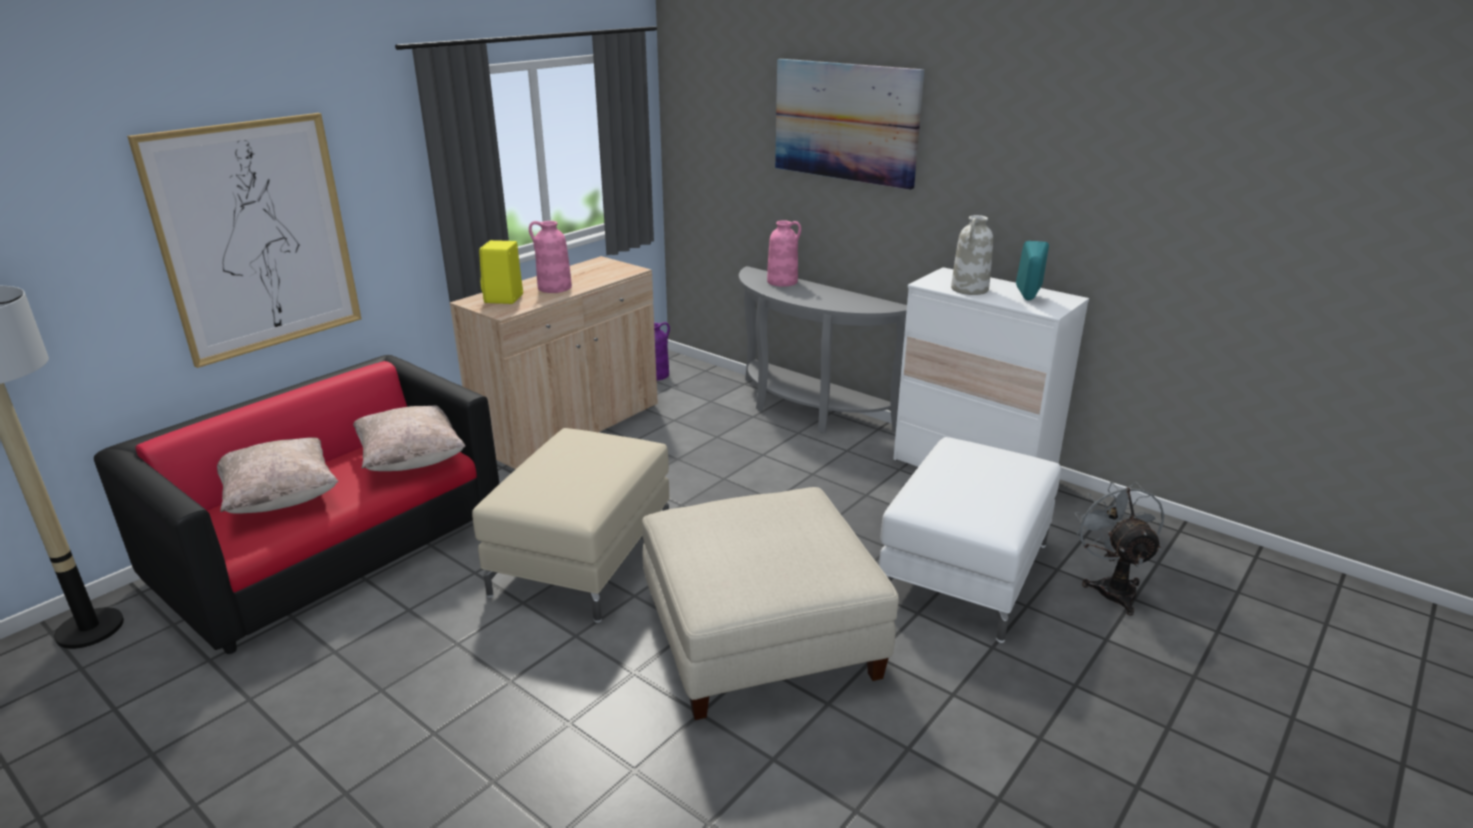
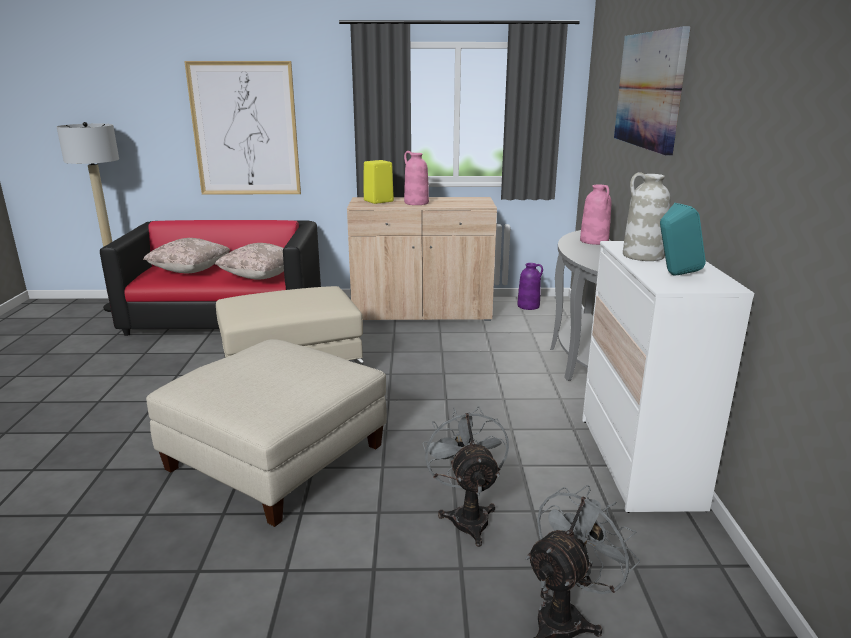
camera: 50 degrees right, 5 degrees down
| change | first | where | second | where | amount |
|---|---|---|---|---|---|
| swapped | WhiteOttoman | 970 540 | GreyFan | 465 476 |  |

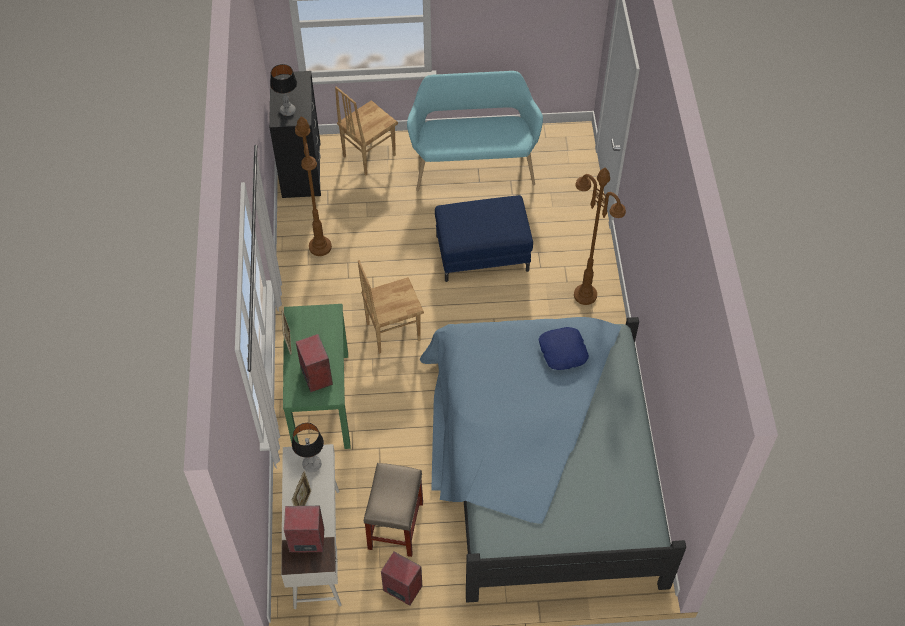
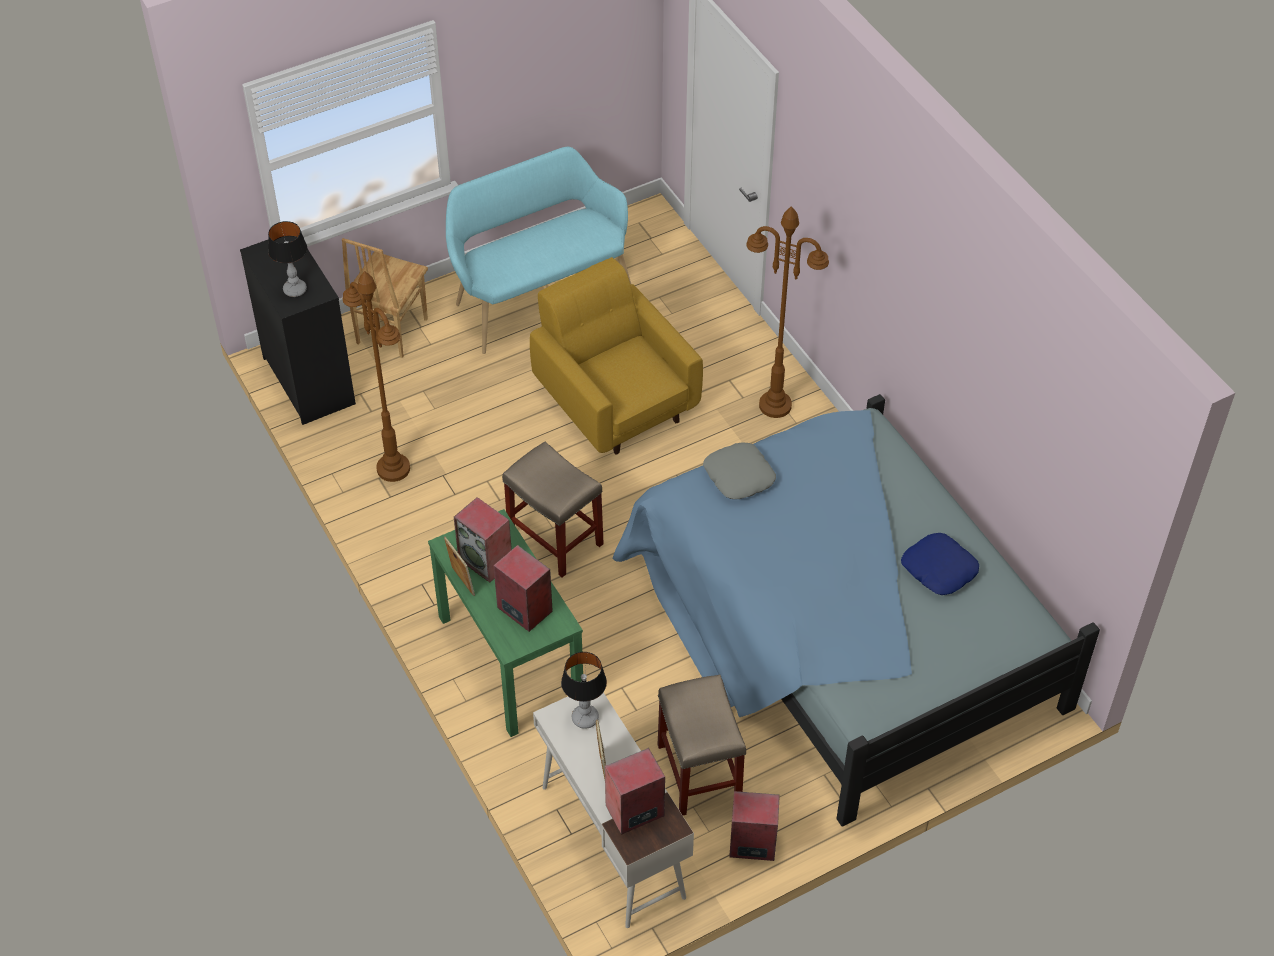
camera: 25 degrees left, 5 degrees down
| change | first | where | second | where | amount |
|---|---|---|---|---|---|
| swapped | BrownChair | 391 307 | BeigeStool | 553 509 |  |
| swapped | BlueOttoman | 484 238 | YellowArmchair | 616 355 |  |
| shifted | BluePillow | 563 348 |  | 940 564 |  |
| new |  |  | Speaker | 483 539 |  |
| new |  |  | GreyPillow | 739 470 |  |

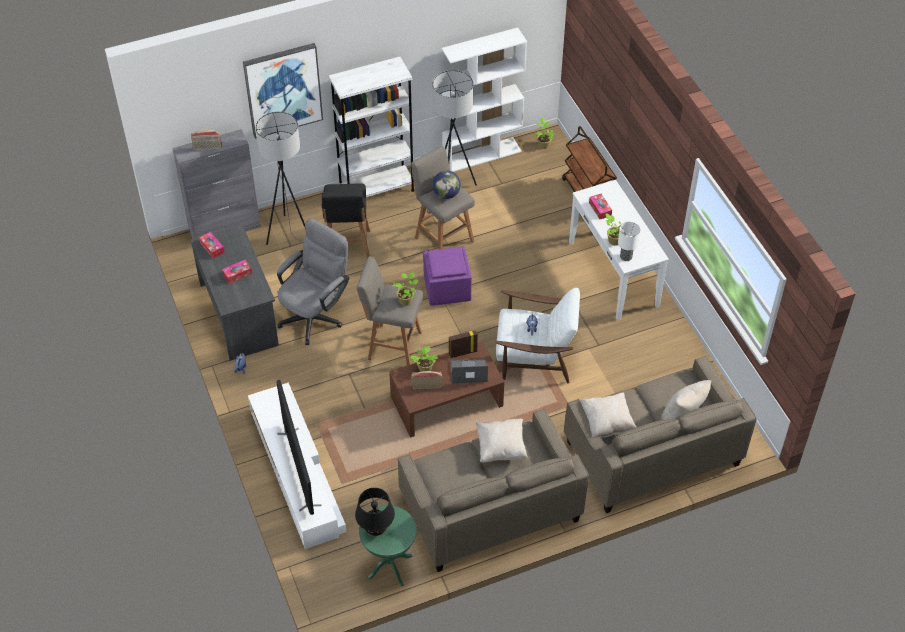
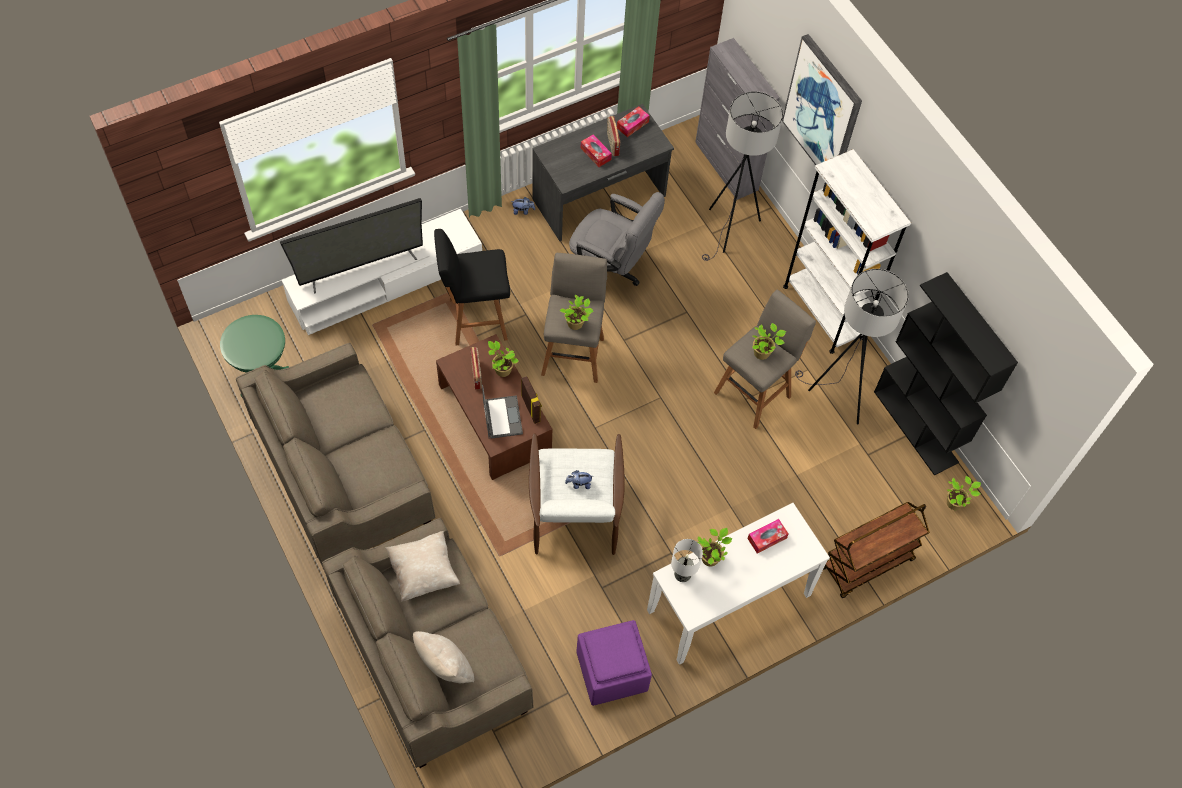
camera: 80 degrees right, 10 degrees up
| change | first | where | second | where | amount |
|---|---|---|---|---|---|
| shifted | Radio | 206 140 |  | 613 136 |  |
| shifted | BlackStool | 346 220 |  | 472 287 |  |
| gone | BlackTableLamp | 375 512 |  |  |  |
| shifted | PurpleOttoman | 447 276 |  | 614 663 |  |
| swapped | Globe | 446 184 | PottedPlant | 769 341 |  |
| repainted | WhiteBookcase | 484 99 | BlackBookcase | 946 374 |  |
| gone | BeigePillow | 502 441 |  |  |  |

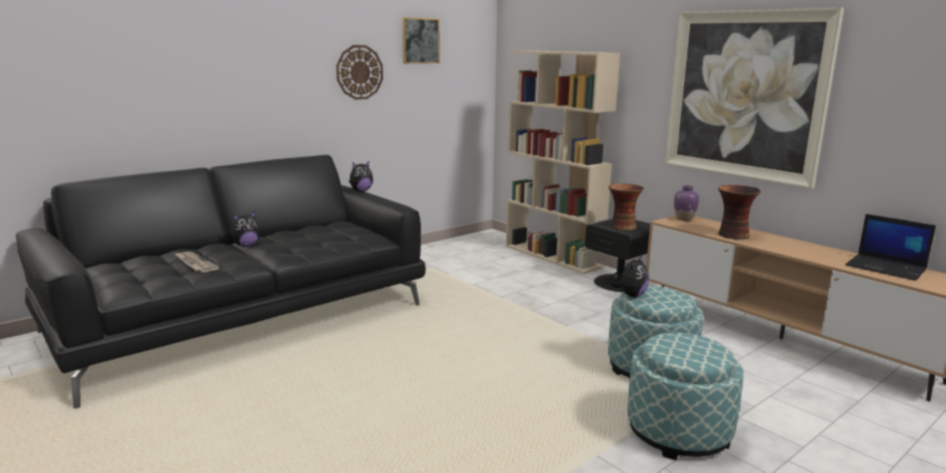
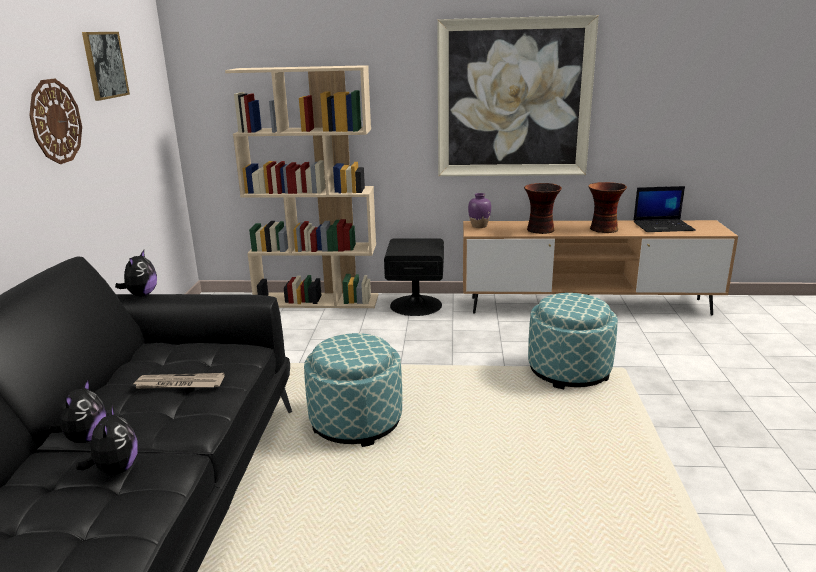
camera: 45 degrees left, 5 degrees up
| change | first | where | second | where | amount |
|---|---|---|---|---|---|
| shifted | Newspaper | 197 261 |  | 179 381 |  |
| shifted | Vase | 626 207 |  | 607 207 |  |
| shifted | PlushToy | 629 276 |  | 107 440 |  |
| shifted | Ottoman | 685 396 |  | 353 390 |  |

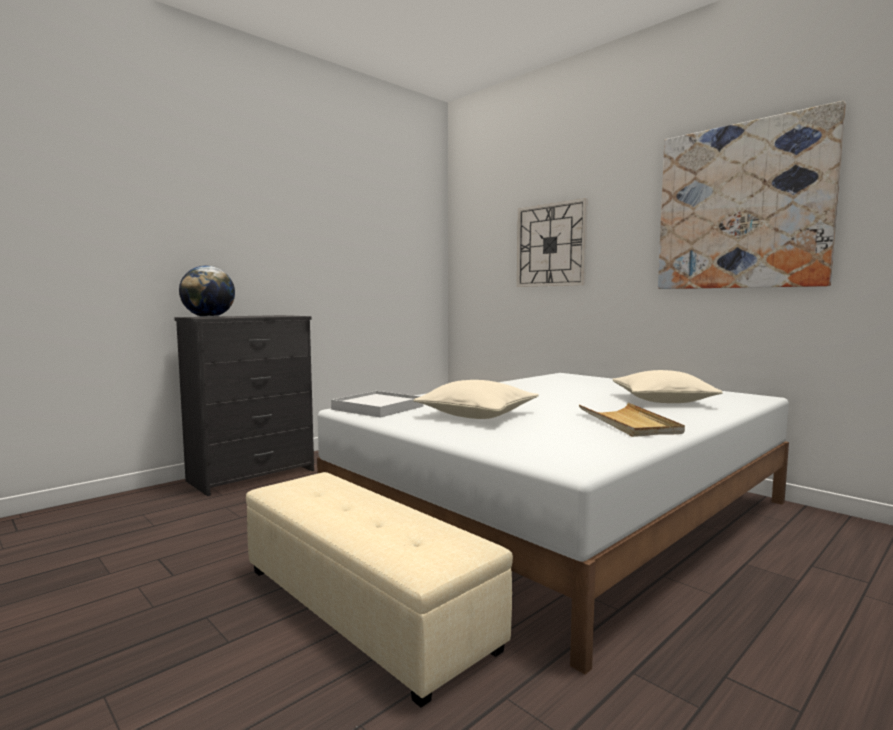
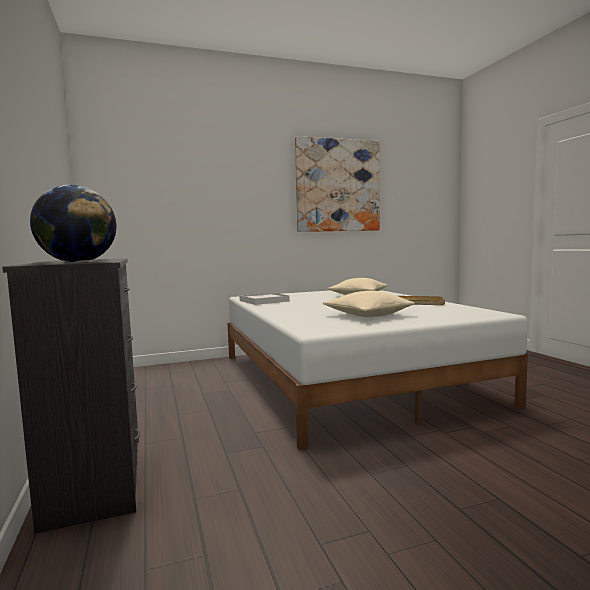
camera: 65 degrees left, 0 degrees up
| change | first | where | second | where | amount |
|---|---|---|---|---|---|
| gone | BeigeOttoman | 379 590 |  |  |  |
| shifted | WhiteTray | 377 404 |  | 264 298 |  |
| gone | WallClock | 552 242 |  |  |  |

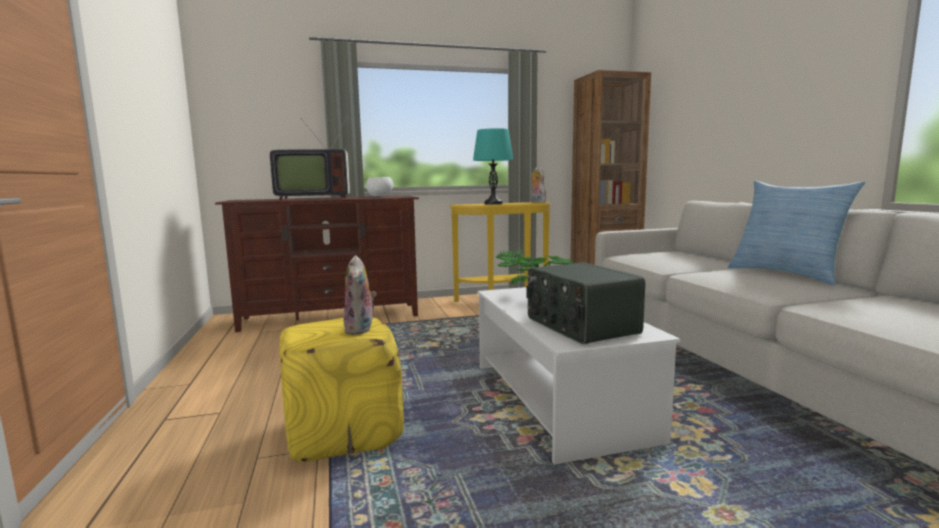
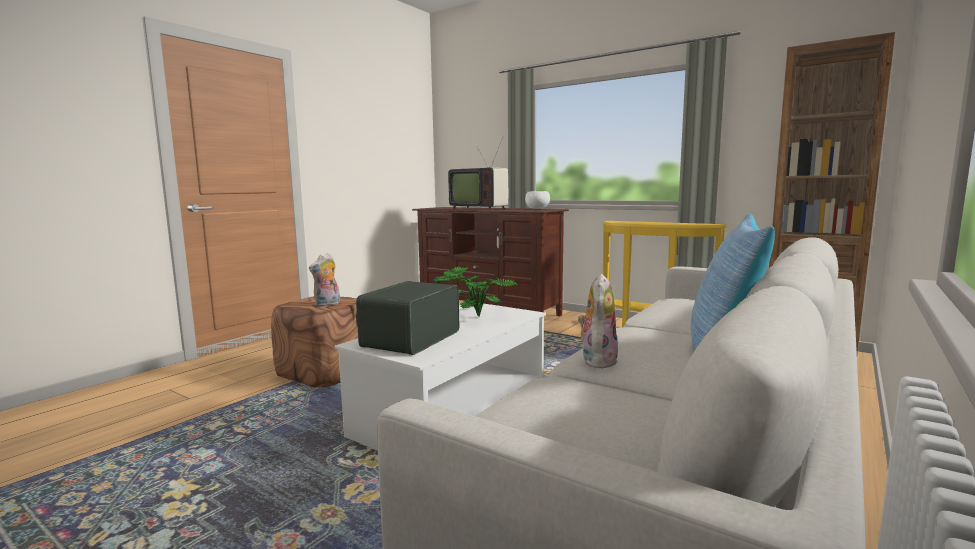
camera: 50 degrees right, 0 degrees up
| change | first | where | second | where | amount |
|---|---|---|---|---|---|
| repainted | YellowOttoman | 342 389 | BrownOttoman | 314 341 |  |
| gone | TurquoiseTableLamp | 493 166 |  |  |  |
| shifted | PlushToy | 538 185 |  | 598 321 |  |

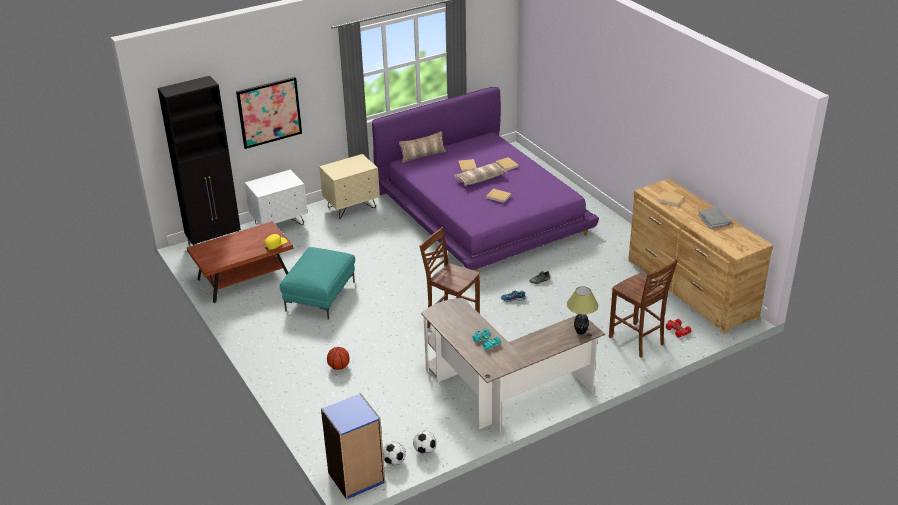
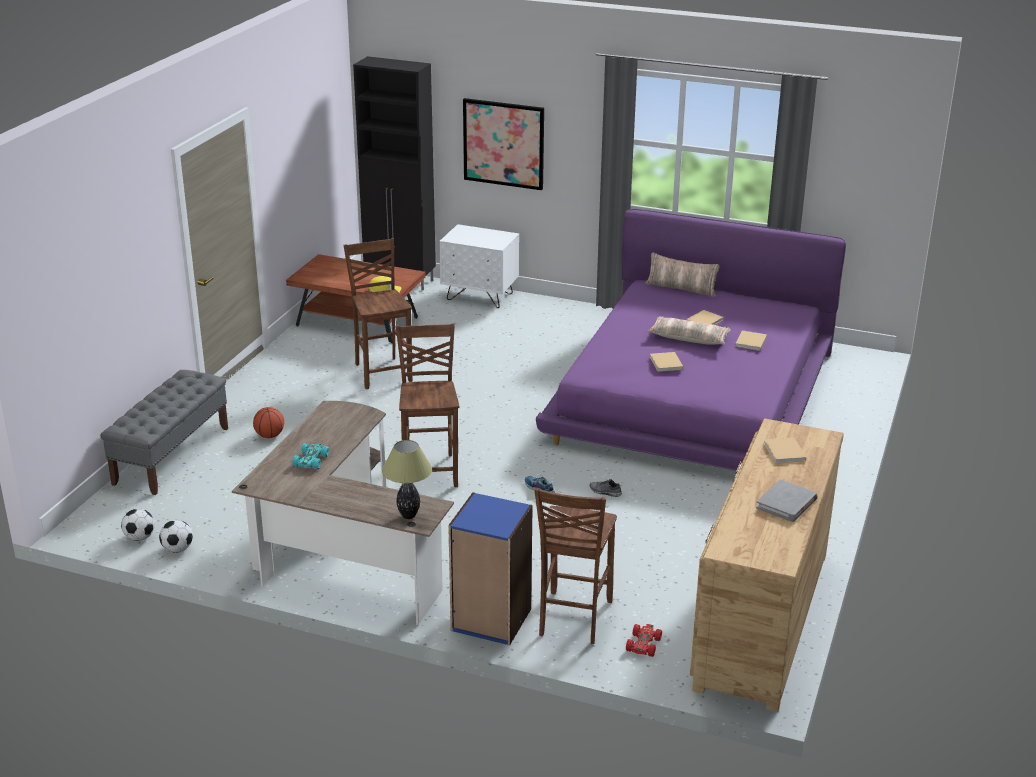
camera: 50 degrees right, 5 degrees down
| change | first | where | second | where | amount |
|---|---|---|---|---|---|
| swapped | TurquoiseOttoman | 317 283 | BrownChair | 378 313 |  |
| gone | BeigeNightstand | 349 186 |  |  |  |
| shifted | BlueBookcase | 353 446 |  | 490 569 |  |
| new |  |  | GreyBench | 164 432 |  |

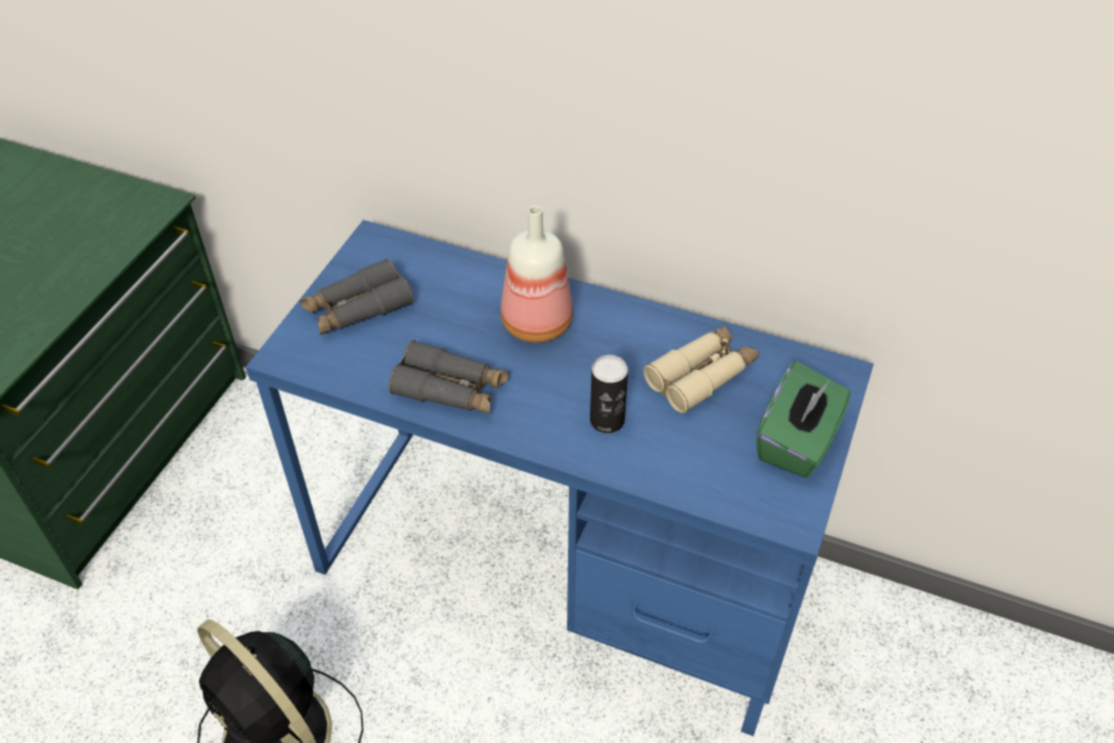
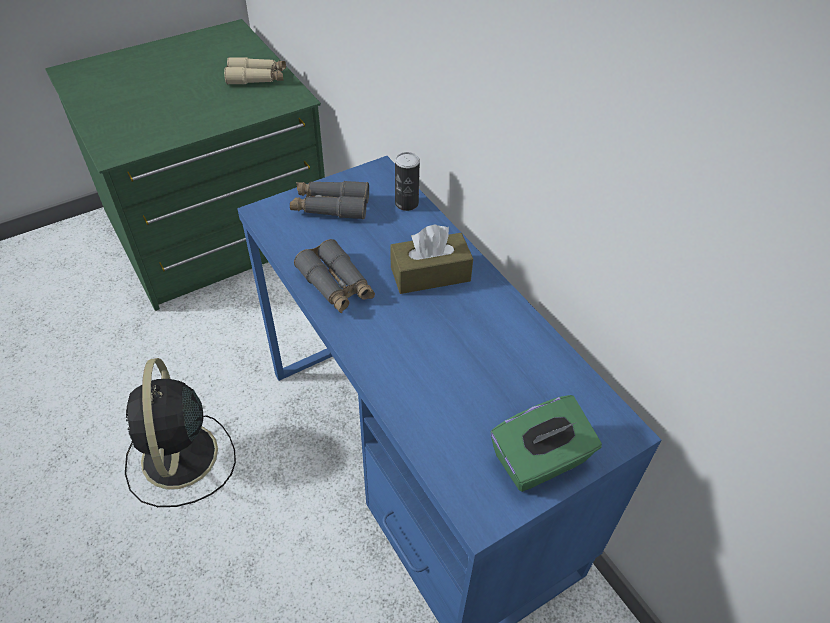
camera: 35 degrees right, 0 degrees up
| change | first | where | second | where | amount |
|---|---|---|---|---|---|
| swapped | Bottle | 537 274 | BrownTissueBox | 431 259 |  |
| shifted | Can | 609 394 |  | 407 181 |  |
| shifted | BeigeBinoculars | 701 369 |  | 255 70 |  |

